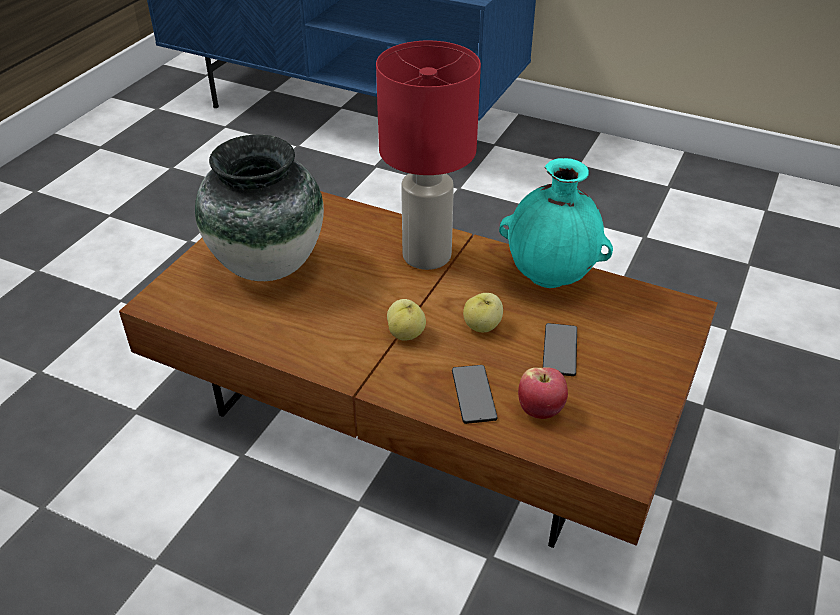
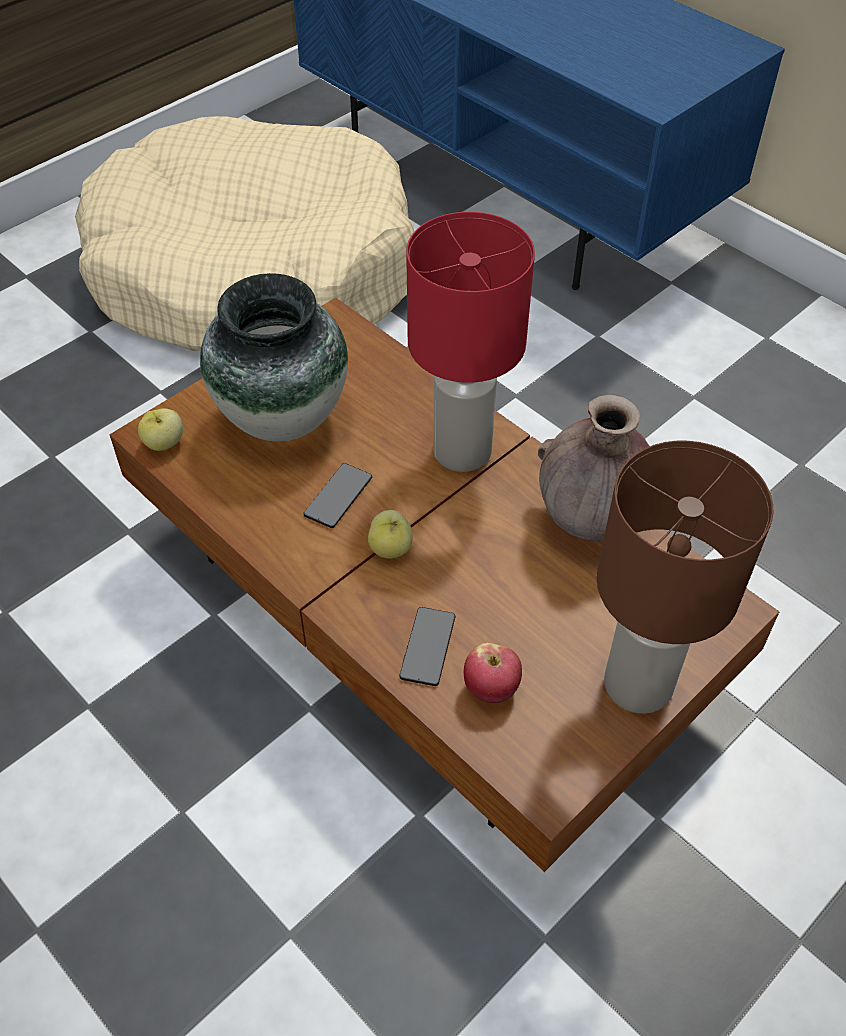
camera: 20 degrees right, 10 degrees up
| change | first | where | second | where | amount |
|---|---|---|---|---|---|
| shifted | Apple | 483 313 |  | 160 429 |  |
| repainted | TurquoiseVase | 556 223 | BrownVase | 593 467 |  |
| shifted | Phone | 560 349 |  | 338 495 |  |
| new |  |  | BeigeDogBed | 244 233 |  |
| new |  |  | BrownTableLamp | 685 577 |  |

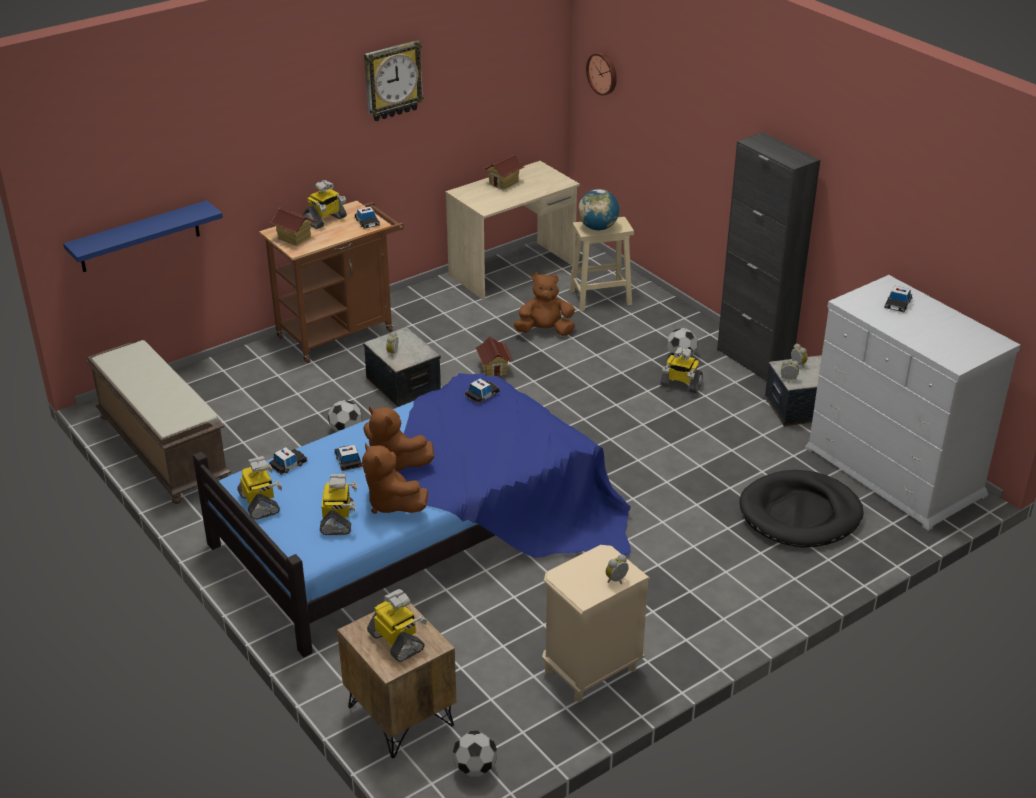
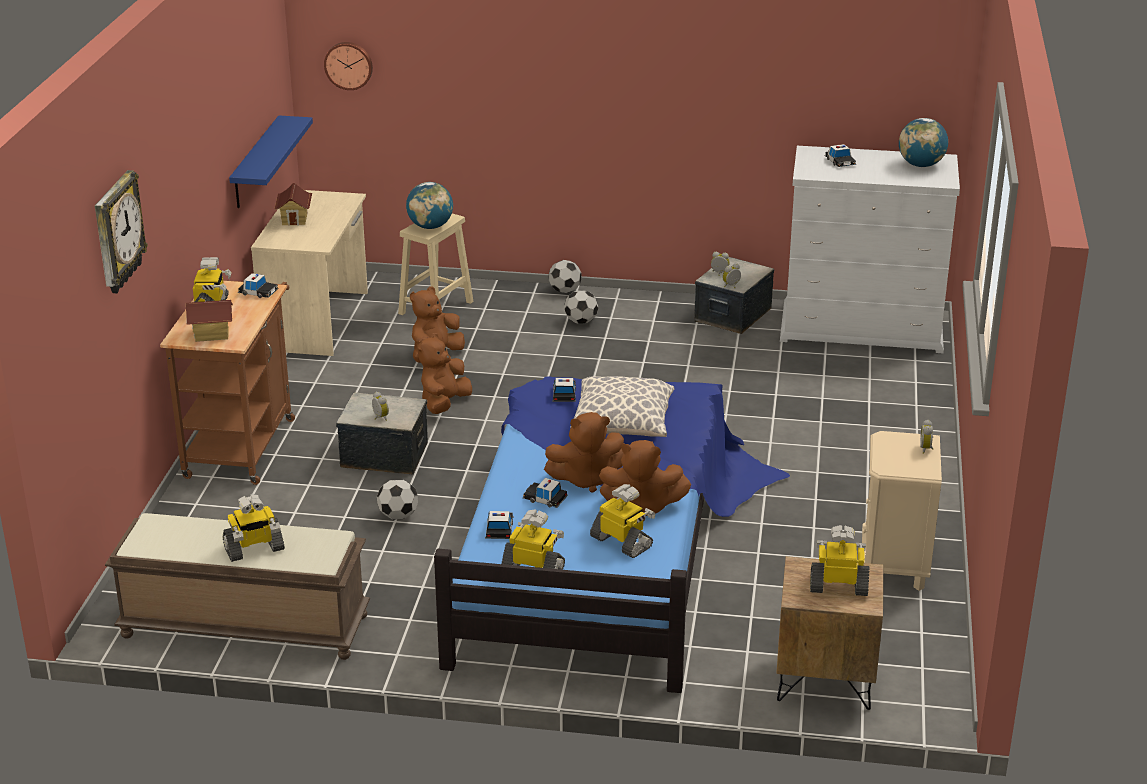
camera: 45 degrees left, 5 degrees down
| change | first | where | second | where | amount |
|---|---|---|---|---|---|
| shifted | BlueShelf | 143 236 |  | 271 162 |  |
| shifted | WallClock | 394 80 |  | 121 231 |  |
| shifted | Football | 475 754 |  | 565 276 |  |
| swapped | ToyHouse | 494 357 | BrownPlushToy | 444 373 |  |
| shifted | ToyRobot | 681 370 |  | 254 528 |  |
| gone | BlackCabinet | 768 256 |  |  |  |
| gone | BlackDogBed | 802 509 |  |  |  |
| new |  |  | Pillow | 624 406 |  |
| new |  |  | Globe | 923 142 |  |

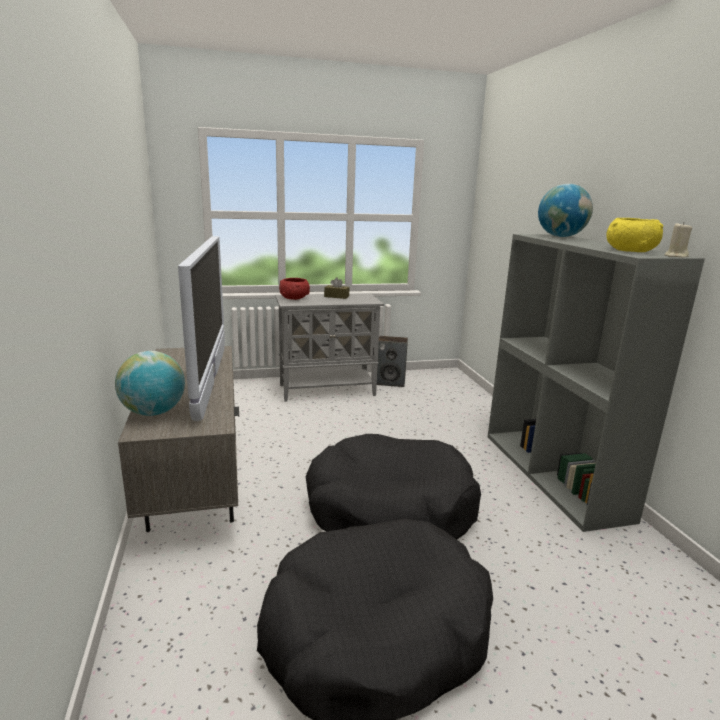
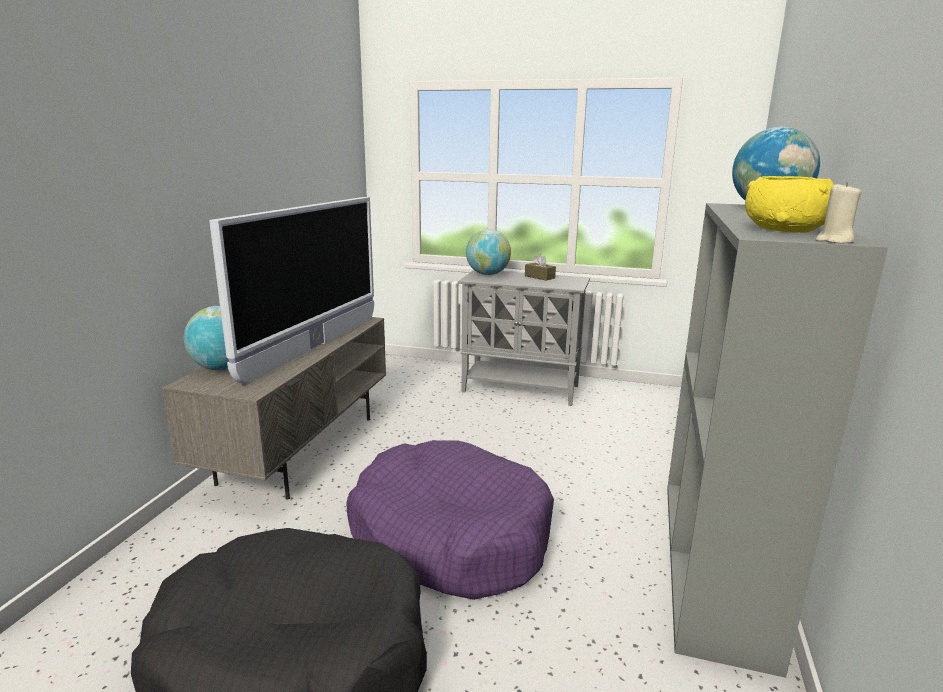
camera: 30 degrees right, 0 degrees up
| change | first | where | second | where | amount |
|---|---|---|---|---|---|
| swapped | RedBowl | 294 289 | Globe | 488 252 |  |
| repainted | BlackDogBed | 393 486 | PurpleDogBed | 450 520 |  |
| gone | Speaker | 392 361 |  |  |  |

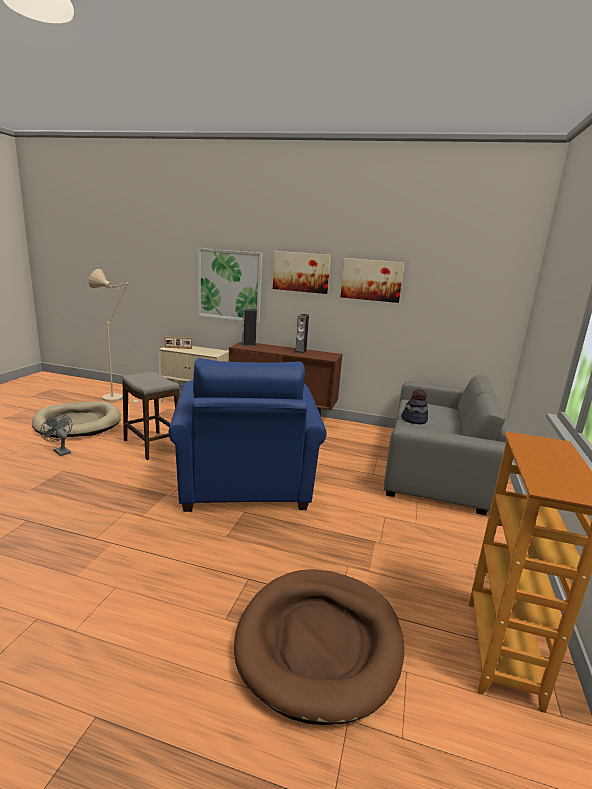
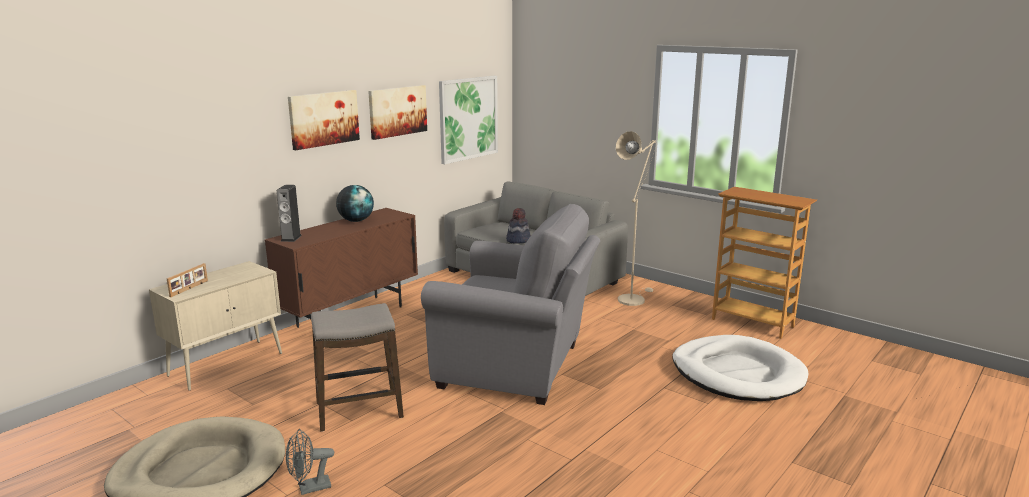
camera: 65 degrees left, 0 degrees up
| change | first | where | second | where | amount |
|---|---|---|---|---|---|
| shifted | BeigeFloorLamp | 114 336 |  | 636 218 |  |
| repainted | BlueArmchair | 247 435 | GreyArmchair | 510 304 |  |
| shifted | Picture | 230 285 |  | 468 120 |  |
| repainted | BrownDogBed | 319 647 | WhiteDogBed | 740 368 |  |
| swapped | Speaker | 302 333 | Globe | 355 203 |  |

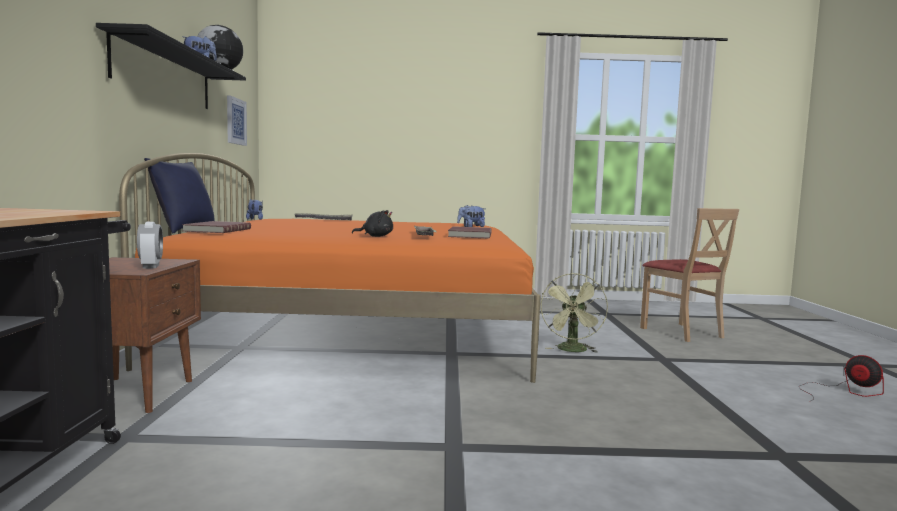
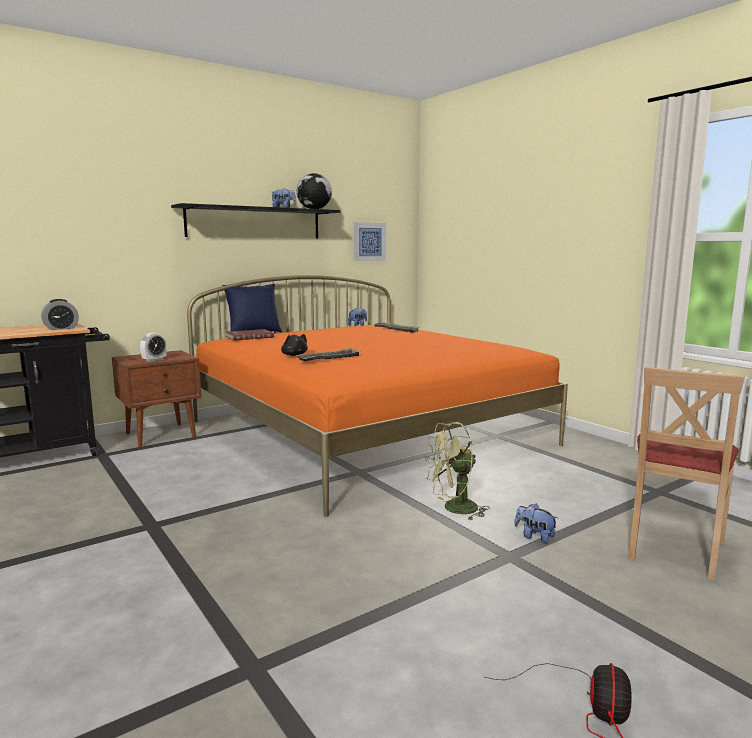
camera: 55 degrees right, 5 degrees up
| change | first | where | second | where | amount |
|---|---|---|---|---|---|
| gone | RedBook | 470 232 |  |  |  |
| shifted | PlushToy | 471 216 |  | 536 523 |  |
| new |  |  | AlarmClock | 60 314 |  |

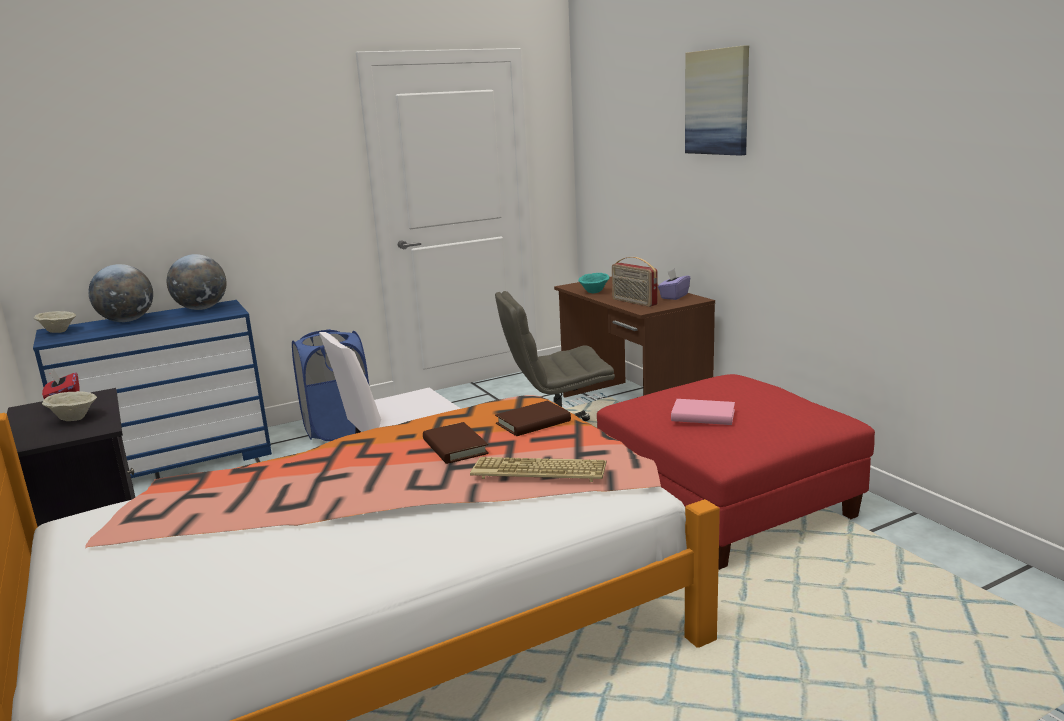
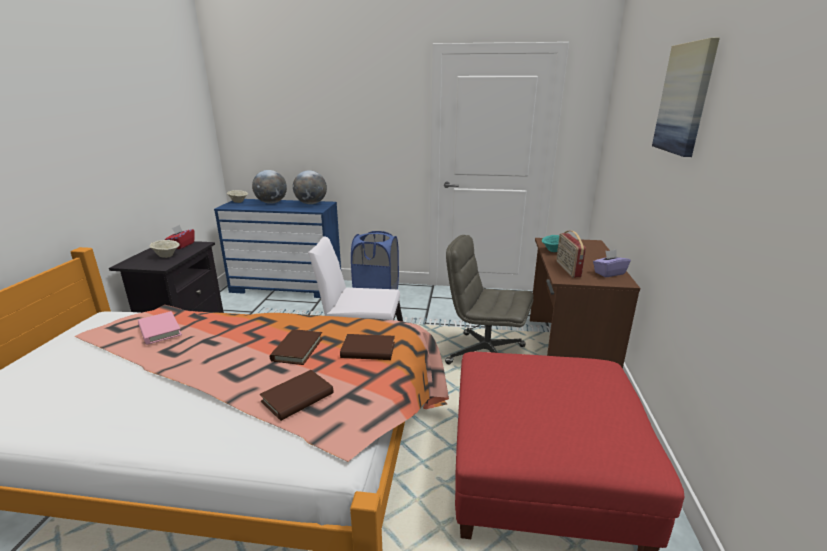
camera: 35 degrees right, 5 degrees up
| change | first | where | second | where | amount |
|---|---|---|---|---|---|
| swapped | Keyboard | 538 469 | BrownBook | 297 395 |  |
| shifted | PinkBook | 703 412 |  | 160 327 |  |

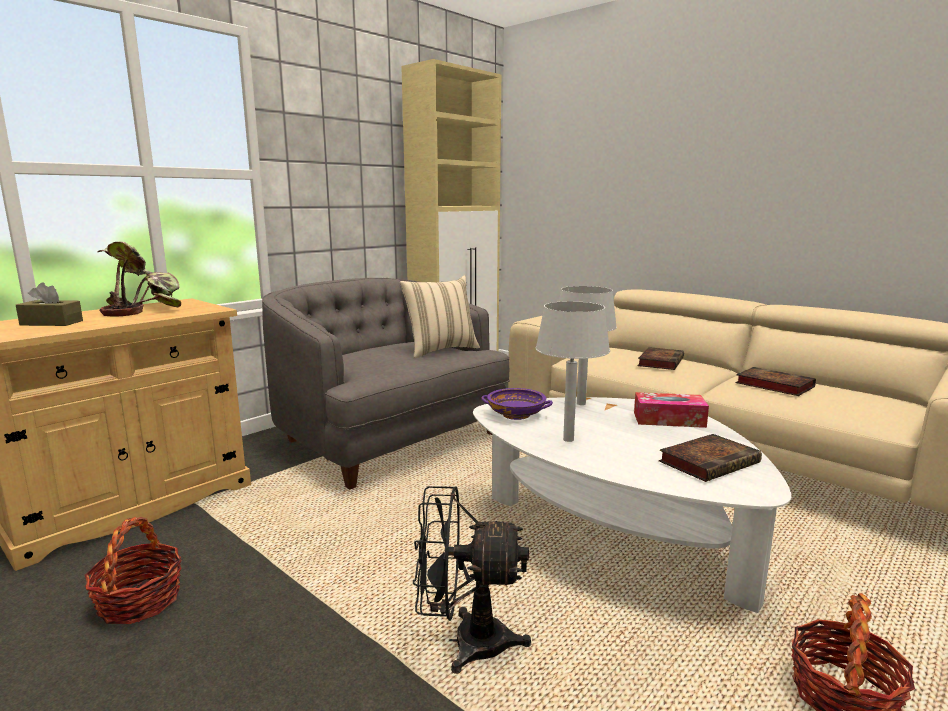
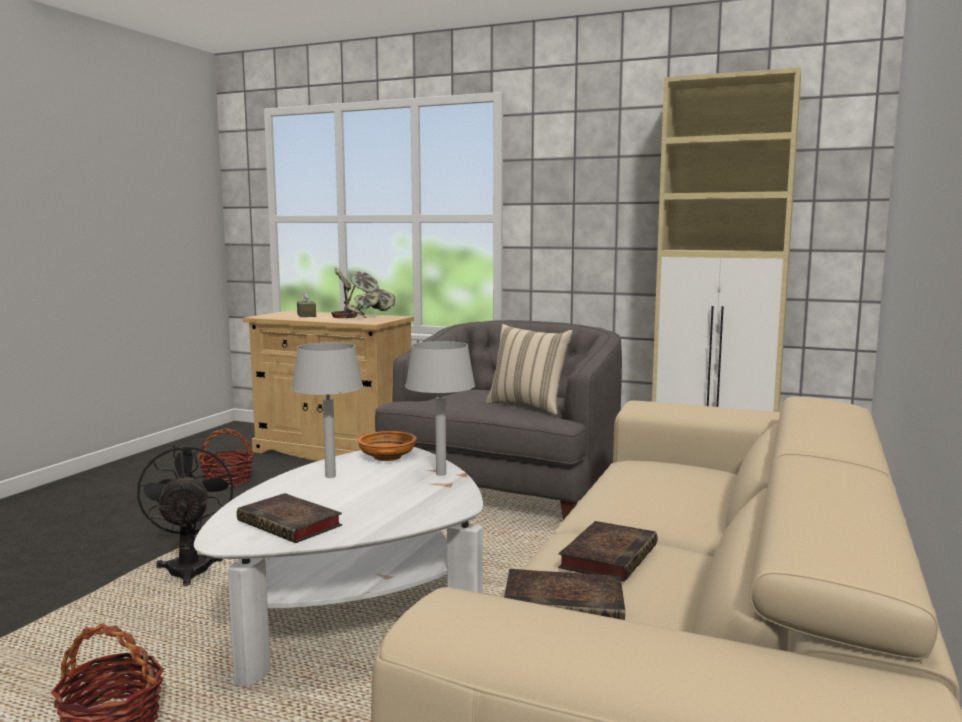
camera: 70 degrees right, 5 degrees down
| change | first | where | second | where | amount |
|---|---|---|---|---|---|
| repainted | PurpleBowl | 517 404 | OrangeBowl | 387 446 |  |
| gone | TissueBox | 671 410 |  |  |  |
| shifted | Book | 661 358 |  | 564 594 |  |

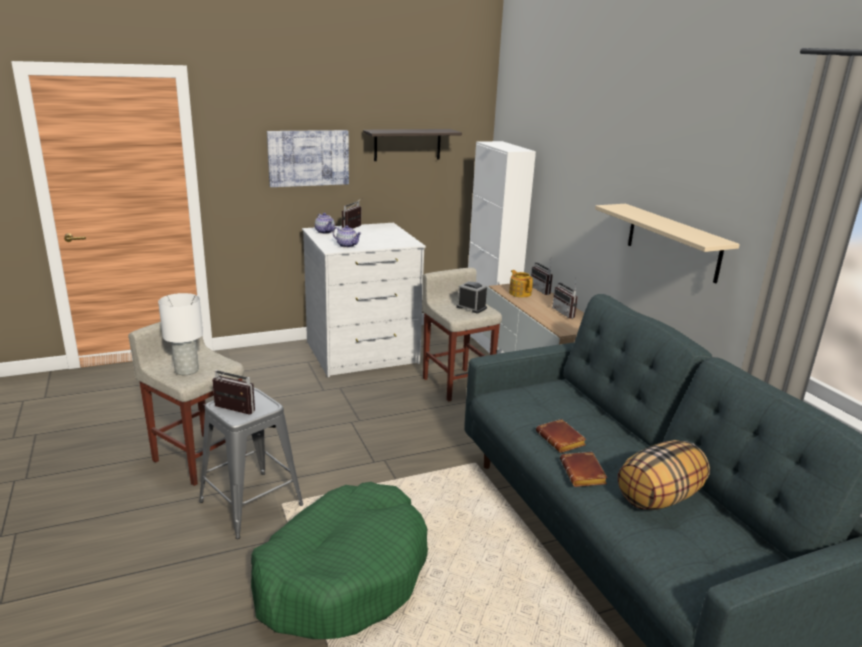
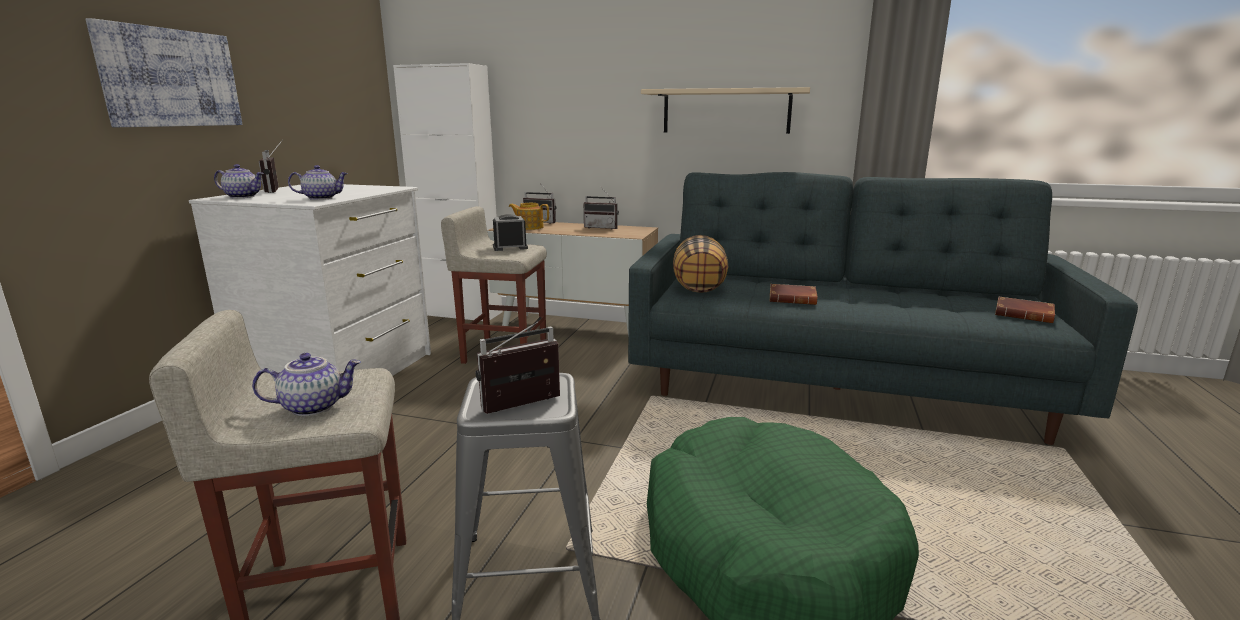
camera: 50 degrees left, 5 degrees down
| change | first | where | second | where | amount |
|---|---|---|---|---|---|
| swapped | WhiteTableLamp | 180 334 | Teapot | 306 384 |  |
| gone | Shelf | 412 145 |  |  |  |
| shifted | BrownBook | 584 469 |  | 1025 310 |  |
| shifted | Pillow | 664 475 |  | 701 264 |  |

